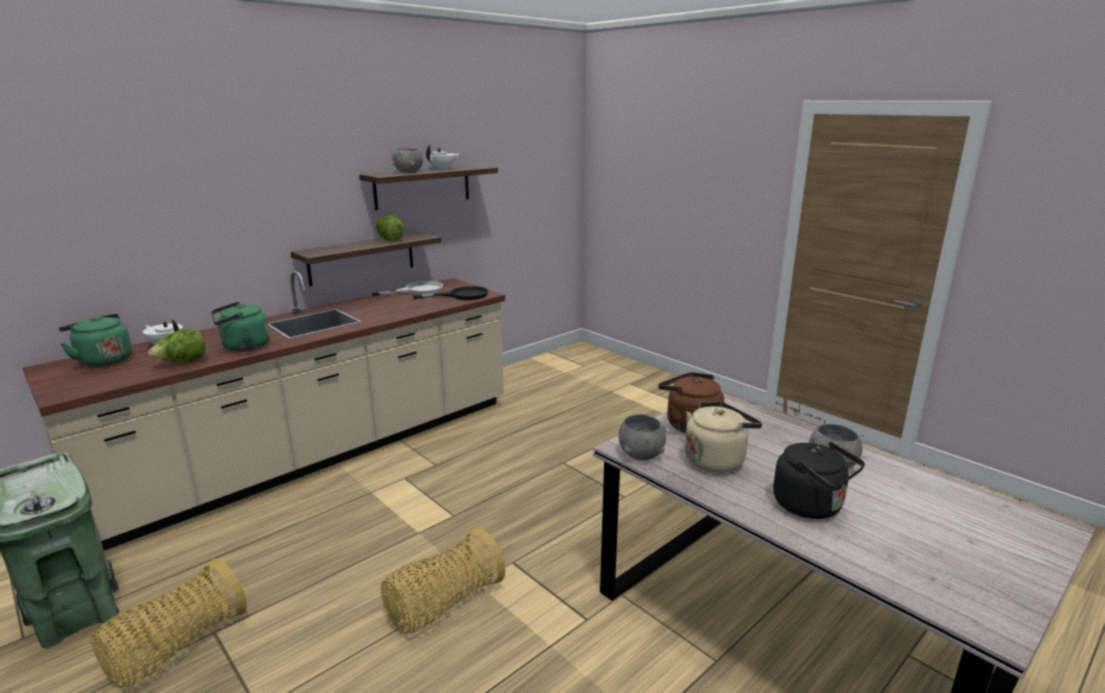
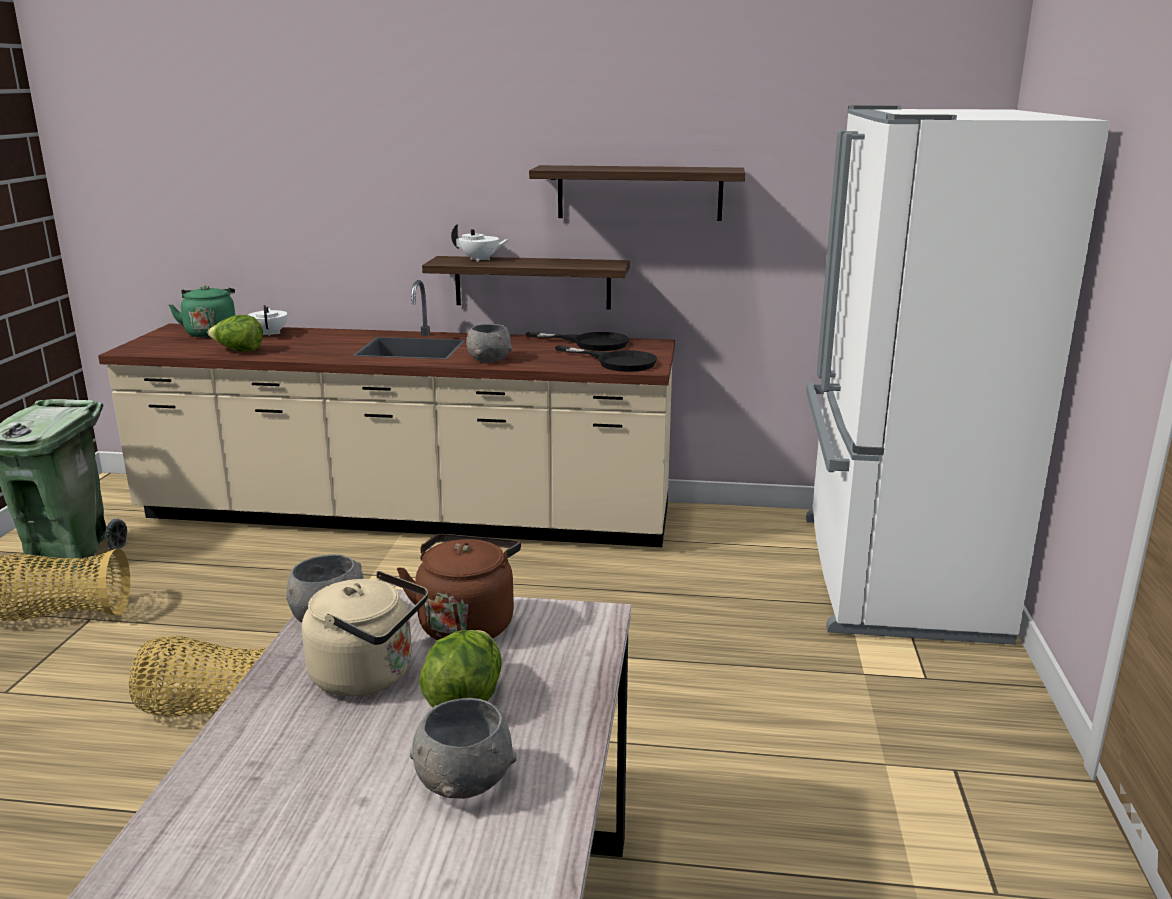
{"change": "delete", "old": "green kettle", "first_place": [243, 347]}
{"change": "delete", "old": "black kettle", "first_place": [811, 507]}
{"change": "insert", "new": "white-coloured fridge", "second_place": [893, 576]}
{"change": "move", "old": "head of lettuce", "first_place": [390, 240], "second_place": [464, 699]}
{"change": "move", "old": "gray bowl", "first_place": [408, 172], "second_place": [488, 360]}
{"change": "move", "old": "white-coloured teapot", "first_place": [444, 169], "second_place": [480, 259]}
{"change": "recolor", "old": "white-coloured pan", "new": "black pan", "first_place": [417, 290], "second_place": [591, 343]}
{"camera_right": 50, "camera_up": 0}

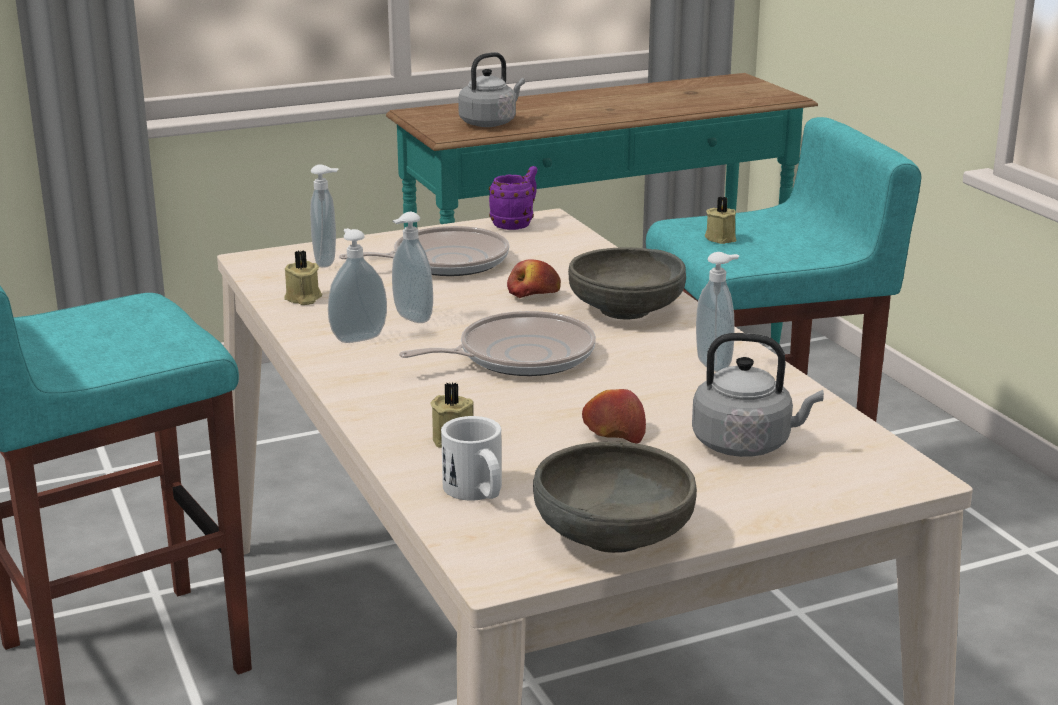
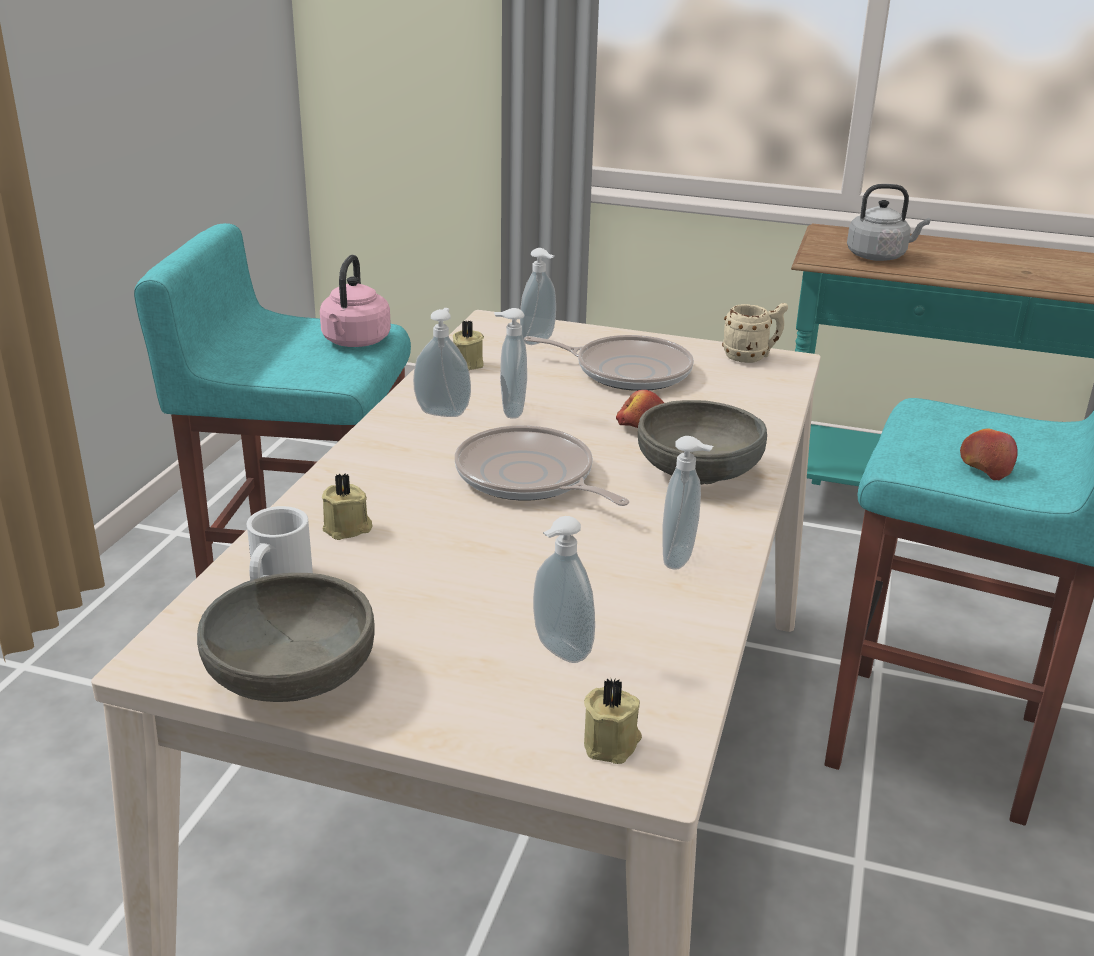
{"change": "insert", "new": "pink kettle", "second_place": [355, 342]}
{"change": "move", "old": "apple", "first_place": [613, 432], "second_place": [985, 466]}
{"change": "move", "old": "beige candle", "first_place": [721, 238], "second_place": [612, 743]}
{"change": "replace", "old": "gray kettle", "new": "liquid soap bottle", "first_place": [746, 444], "second_place": [559, 651]}
{"change": "recolor", "old": "purple-coloured mug", "new": "beige mug", "first_place": [516, 224], "second_place": [752, 357]}
{"change": "rotate", "old": "pan", "first_place": [519, 356], "second_place": [529, 478], "degrees": -150}
{"camera_right": 40, "camera_up": 5}

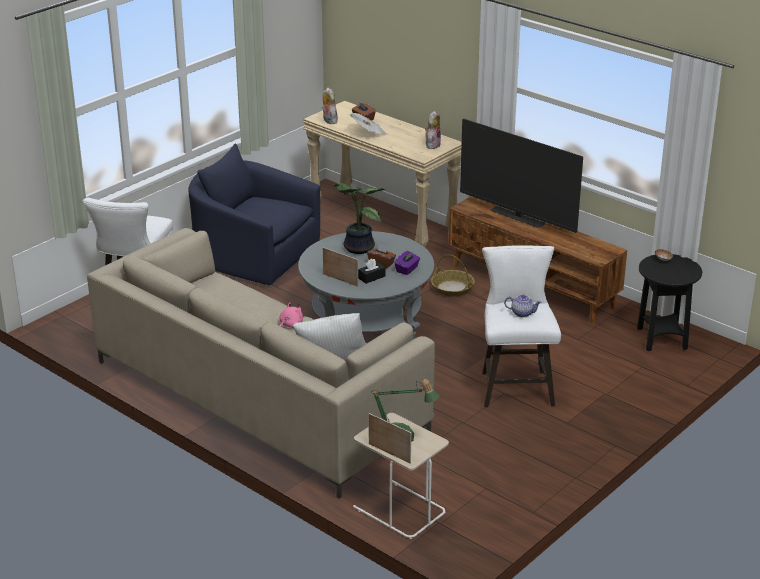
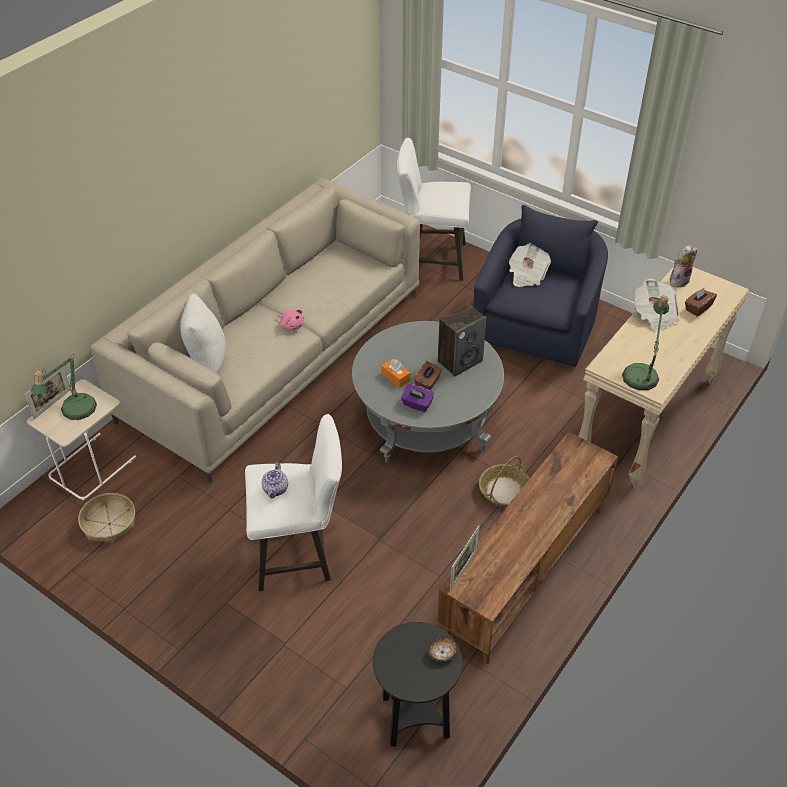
{"change": "delete", "old": "TV", "first_place": [517, 217]}
{"change": "insert", "new": "basket", "second_place": [109, 524]}
{"change": "insert", "new": "newspaper", "second_place": [527, 275]}
{"change": "move", "old": "picture frame", "first_place": [340, 280], "second_place": [463, 570]}
{"change": "replace", "old": "plant in a pot", "new": "speaker", "first_place": [356, 248], "second_place": [460, 361]}
{"change": "replace", "old": "soft toy", "new": "tabletop lamp", "first_place": [432, 145], "second_place": [642, 373]}
{"change": "recolor", "old": "black tissue box", "new": "orange-coloured tissue box", "first_place": [371, 277], "second_place": [395, 377]}
{"camera_right": 85, "camera_up": 15}

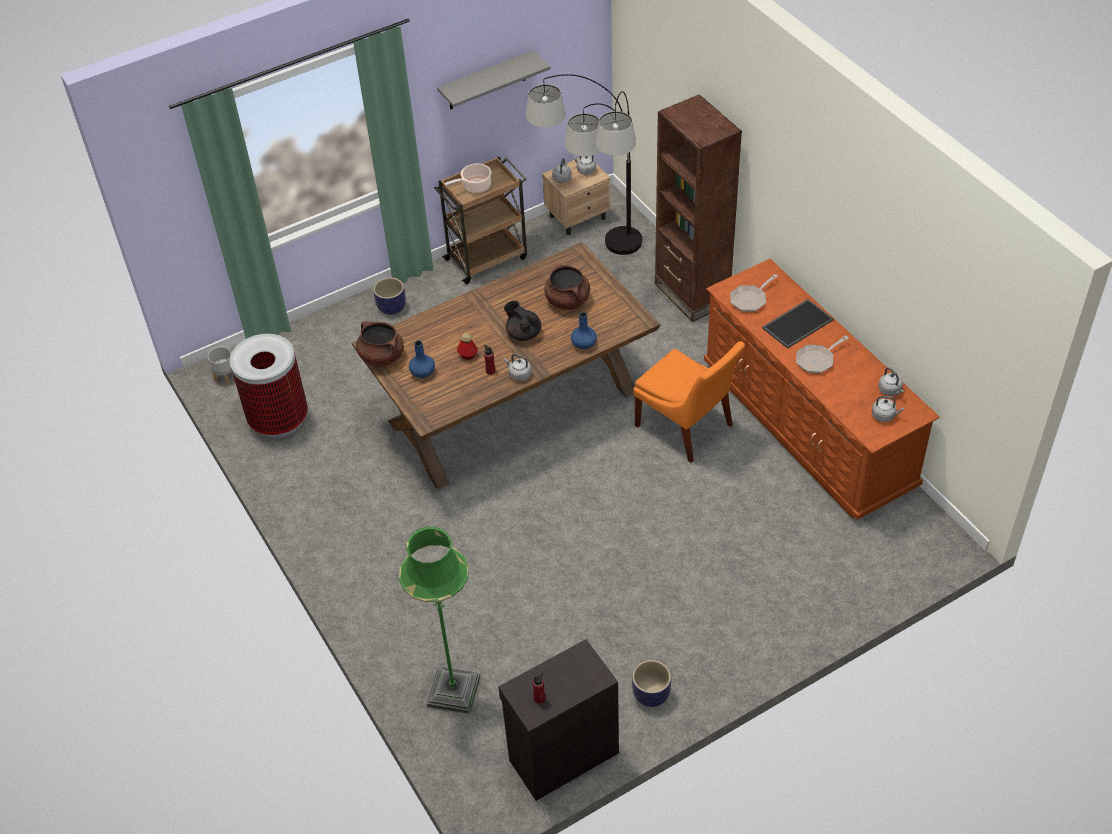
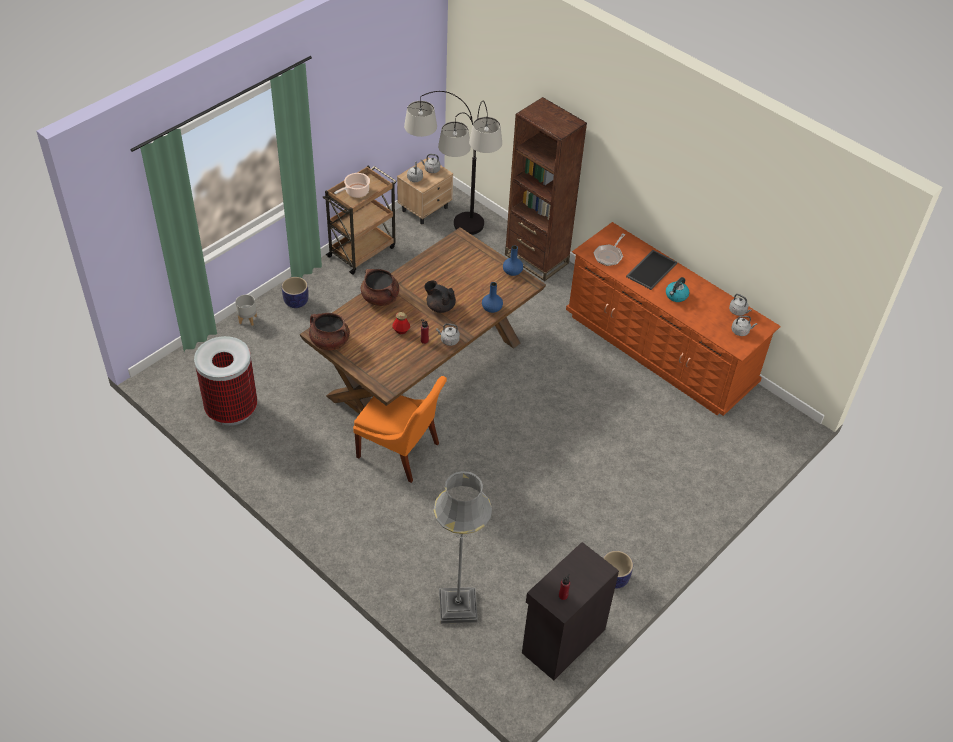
{"change": "delete", "old": "gray bracket shelf", "first_place": [486, 81]}
{"change": "move", "old": "gray plant pot", "first_place": [225, 377], "second_place": [247, 320]}
{"change": "move", "old": "bluish flower vase", "first_place": [422, 373], "second_place": [512, 272]}
{"change": "move", "old": "brown stockpot", "first_place": [568, 301], "second_place": [380, 298]}
{"change": "move", "old": "orange-coloured upright chair", "first_place": [686, 428], "second_place": [401, 452]}
{"change": "replace", "old": "pan", "new": "kettle", "first_place": [817, 360], "second_place": [676, 296]}
{"change": "recolor", "old": "green floor lamp", "new": "gray floor lamp", "first_place": [453, 691], "second_place": [457, 606]}
{"camera_right": -20, "camera_up": 0}

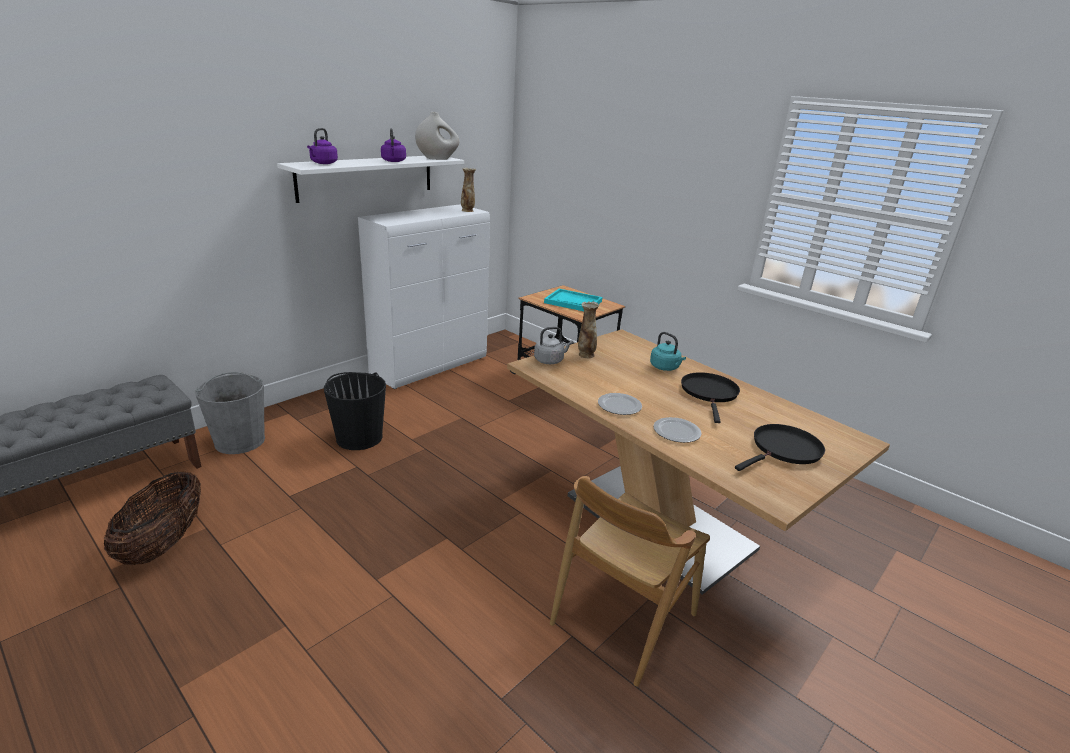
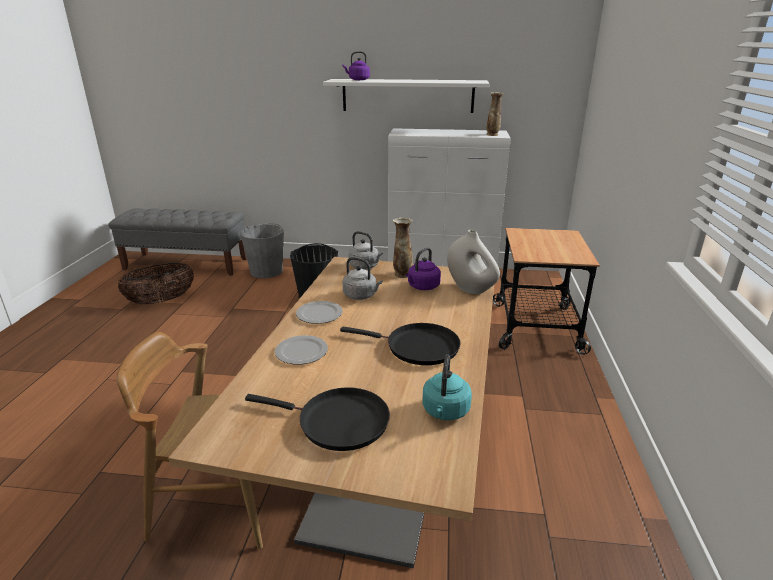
{"change": "delete", "old": "blue-green tray", "first_place": [573, 302]}
{"change": "insert", "new": "gray kettle", "second_place": [361, 296]}
{"change": "move", "old": "purple-coloured kettle", "first_place": [393, 161], "second_place": [422, 287]}
{"change": "move", "old": "white-coloured flower vase", "first_place": [437, 159], "second_place": [471, 289]}
{"change": "move", "old": "blue-green kettle", "first_place": [665, 368], "second_place": [445, 412]}
{"change": "rotate", "old": "black pan", "first_place": [709, 393], "second_place": [417, 347], "degrees": 45}
{"camera_right": 55, "camera_up": 0}

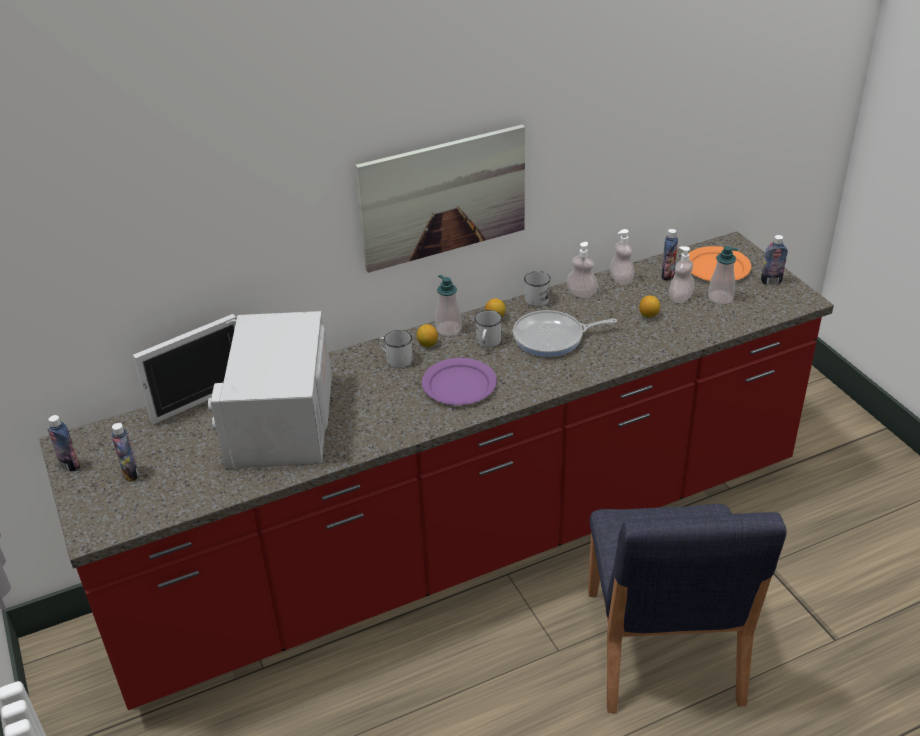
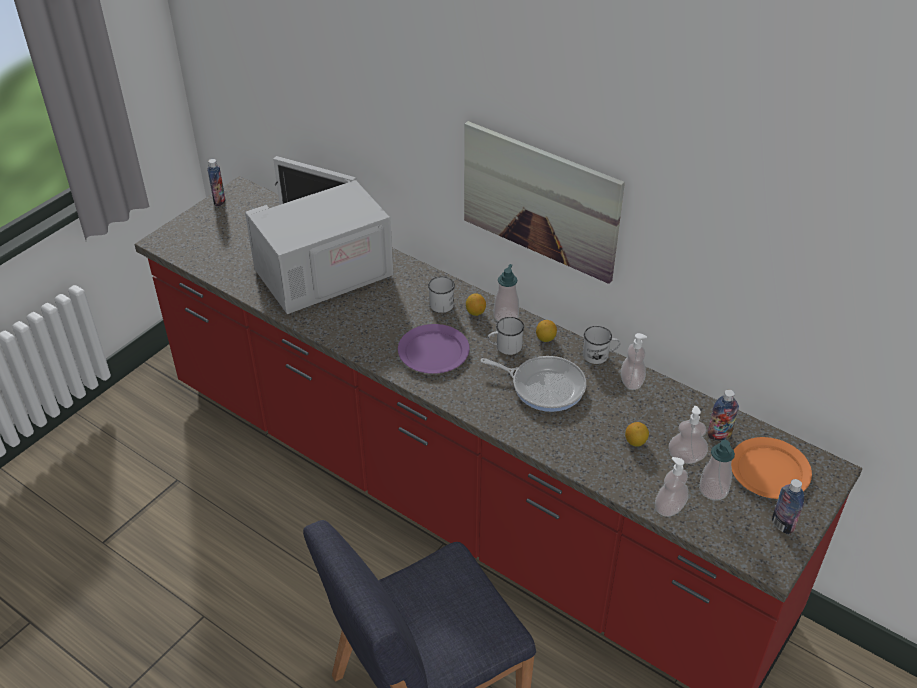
{"change": "delete", "old": "drink bottle", "first_place": [131, 473]}
{"change": "move", "old": "liquid soap bottle", "first_place": [621, 280], "second_place": [669, 507]}
{"change": "rotate", "old": "pan", "first_place": [552, 338], "second_place": [544, 386], "degrees": 150}
{"camera_right": 60, "camera_up": 5}

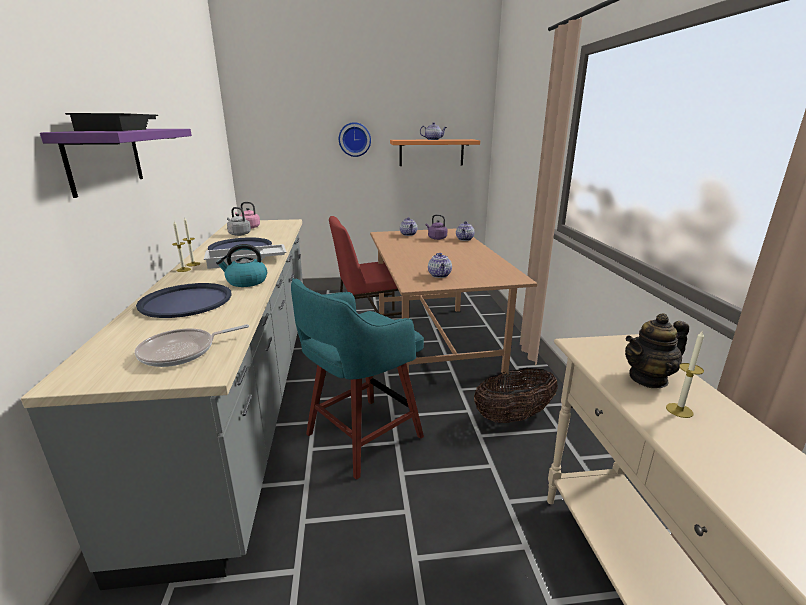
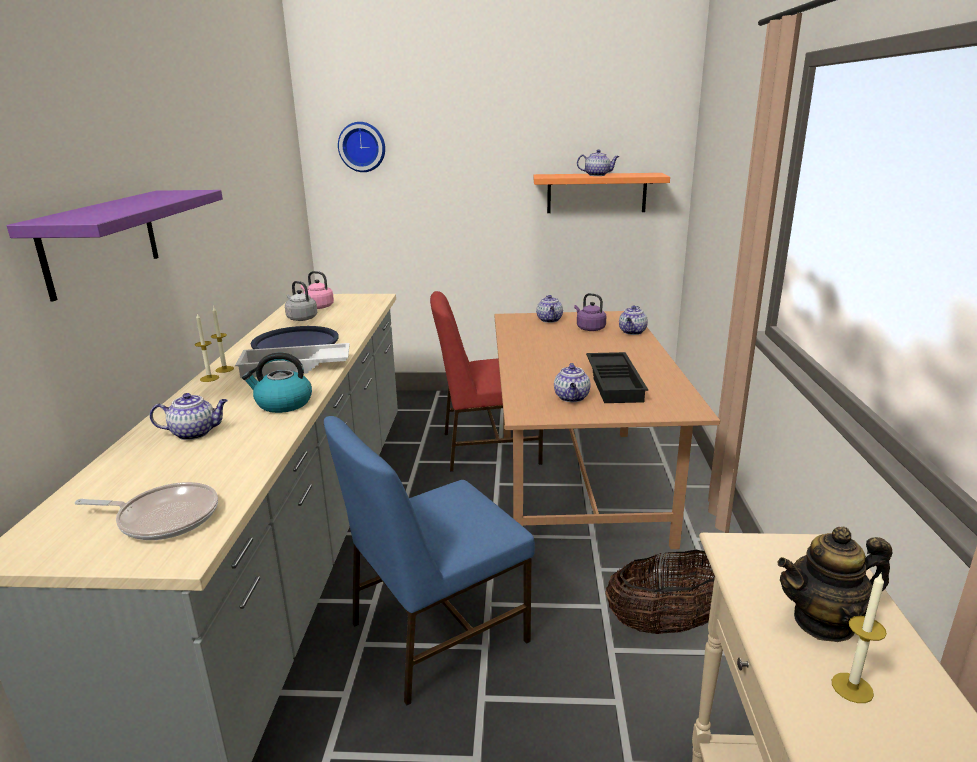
{"change": "move", "old": "black tray", "first_place": [122, 129], "second_place": [616, 383]}
{"change": "move", "old": "wall clock", "first_place": [354, 139], "second_place": [362, 147]}
{"change": "replace", "old": "bluish tray", "new": "teapot", "first_place": [186, 301], "second_place": [195, 433]}
{"change": "replace", "old": "blue-green sitting stool", "new": "bluish upright chair", "first_place": [361, 437], "second_place": [435, 633]}
{"change": "rotate", "old": "pan", "first_place": [182, 351], "second_place": [164, 517], "degrees": -150}
{"camera_right": 10, "camera_up": 0}

